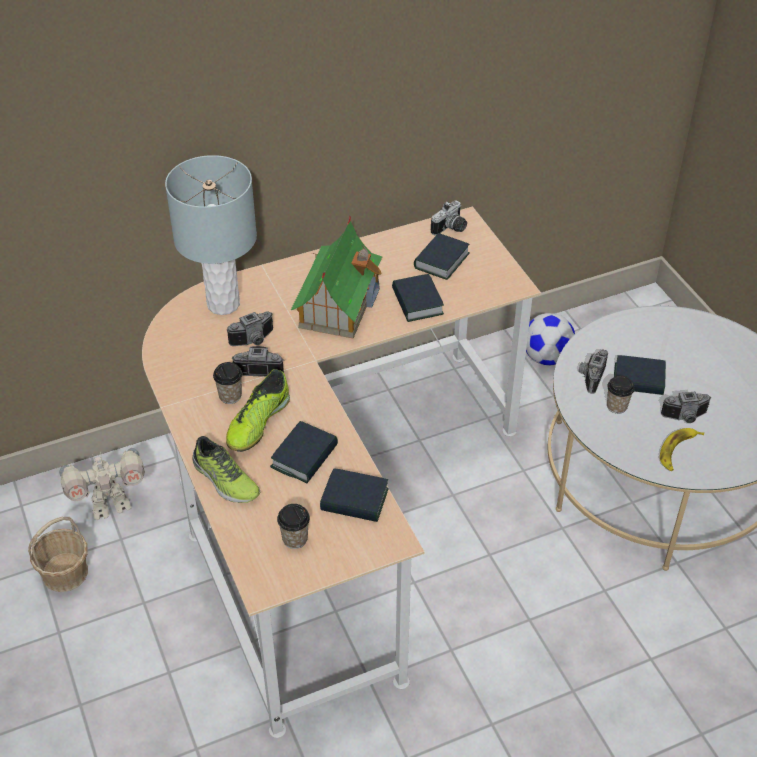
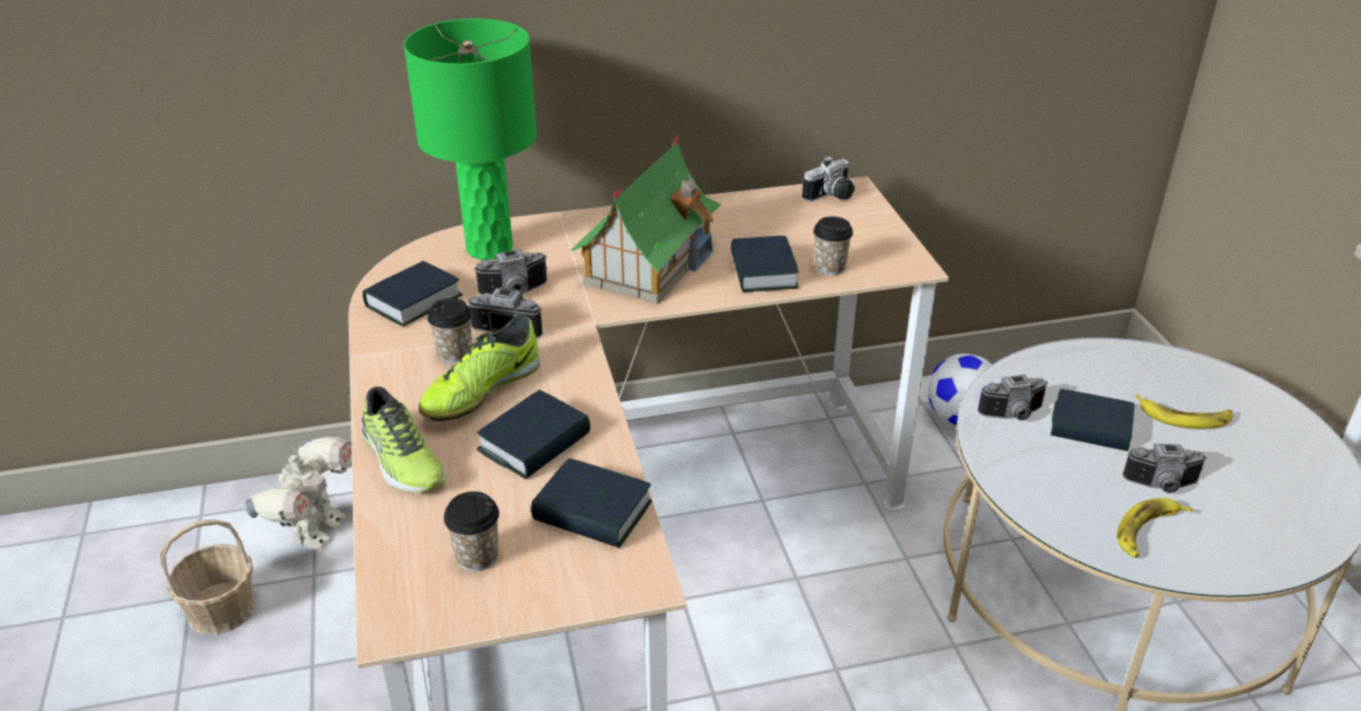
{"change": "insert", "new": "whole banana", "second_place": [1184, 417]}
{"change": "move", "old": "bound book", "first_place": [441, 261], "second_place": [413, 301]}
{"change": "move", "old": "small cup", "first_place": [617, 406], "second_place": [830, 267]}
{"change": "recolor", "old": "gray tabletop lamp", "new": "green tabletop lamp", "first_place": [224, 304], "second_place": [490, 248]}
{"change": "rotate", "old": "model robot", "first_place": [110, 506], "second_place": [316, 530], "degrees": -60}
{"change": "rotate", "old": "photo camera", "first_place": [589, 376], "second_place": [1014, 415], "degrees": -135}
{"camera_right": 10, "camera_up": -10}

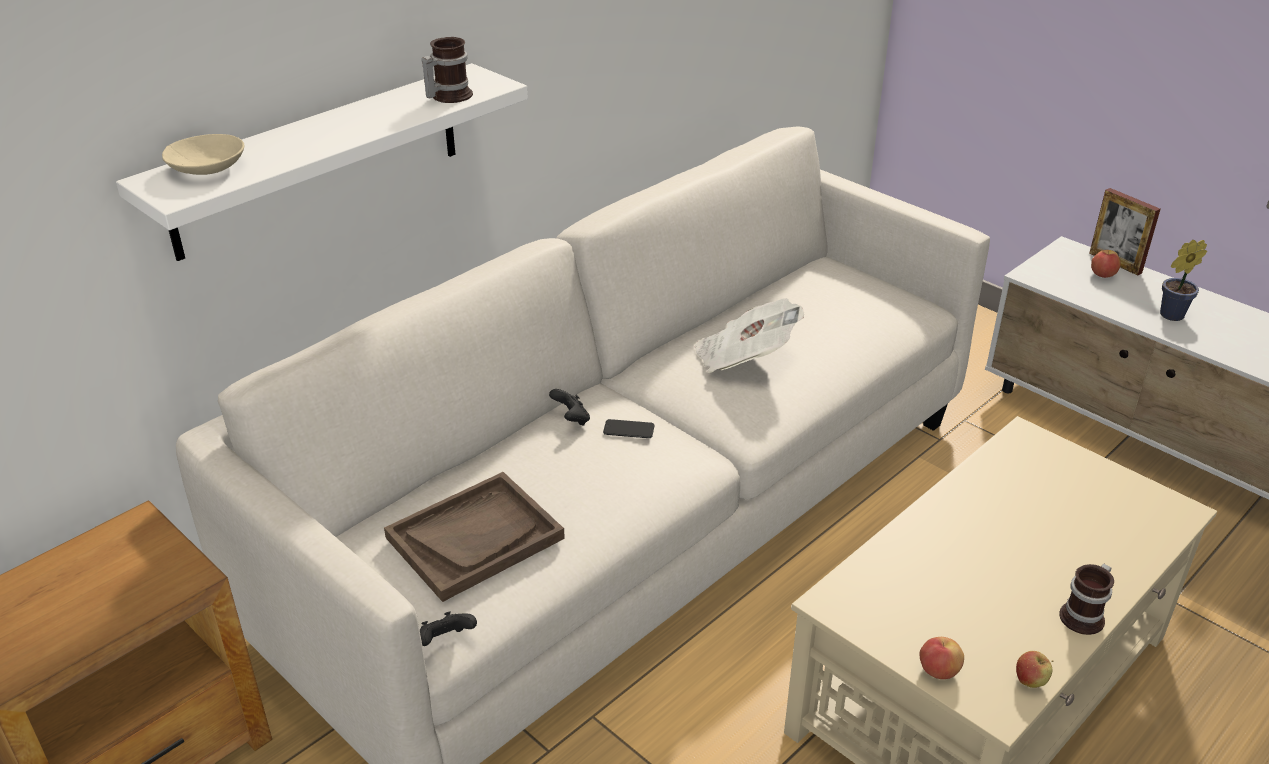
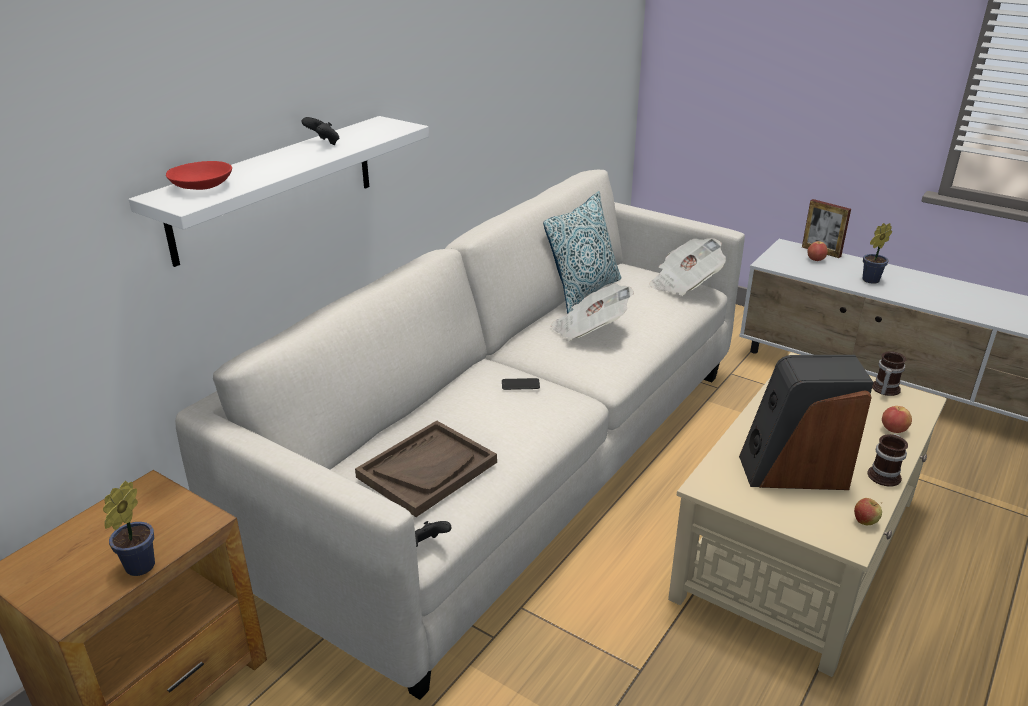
{"change": "insert", "new": "plant in a pot", "second_place": [137, 569]}
{"change": "insert", "new": "pillow", "second_place": [583, 292]}
{"change": "insert", "new": "newspaper", "second_place": [684, 284]}
{"change": "insert", "new": "speaker", "second_place": [793, 471]}
{"change": "move", "old": "mug", "first_place": [447, 96], "second_place": [883, 389]}
{"change": "move", "old": "black gamepad", "first_place": [571, 419], "second_place": [323, 143]}
{"change": "move", "old": "apple", "first_place": [938, 671], "second_place": [893, 430]}
{"change": "recolor", "old": "beige bowl", "new": "red-coloured bowl", "first_place": [206, 168], "second_place": [201, 186]}
{"camera_right": -10, "camera_up": -5}

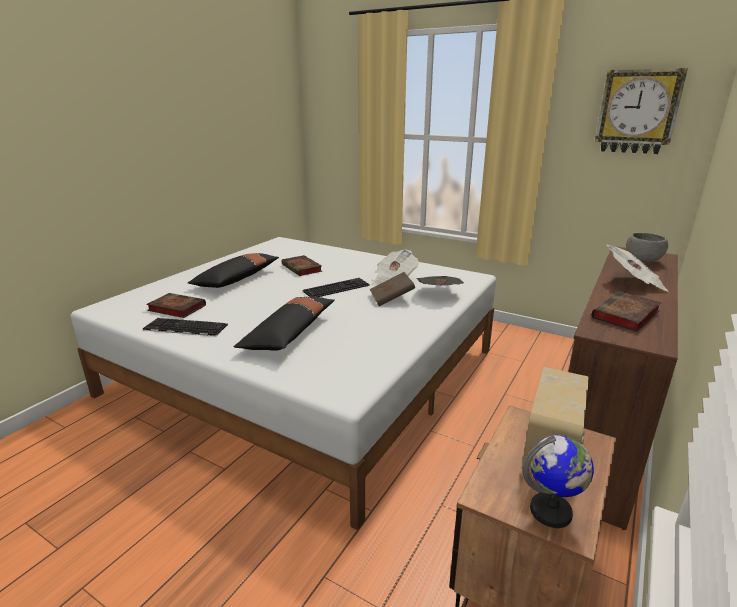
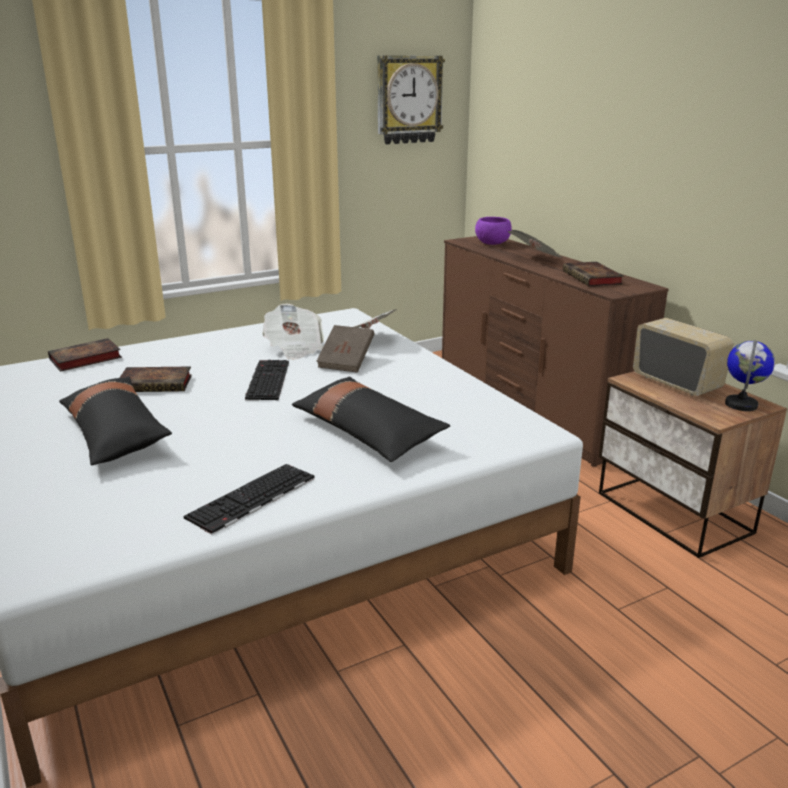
{"change": "move", "old": "bound book", "first_place": [175, 308], "second_place": [84, 359]}
{"change": "recolor", "old": "gray bowl", "new": "purple-coloured bowl", "first_place": [642, 260], "second_place": [492, 244]}
{"camera_right": -60, "camera_up": 0}

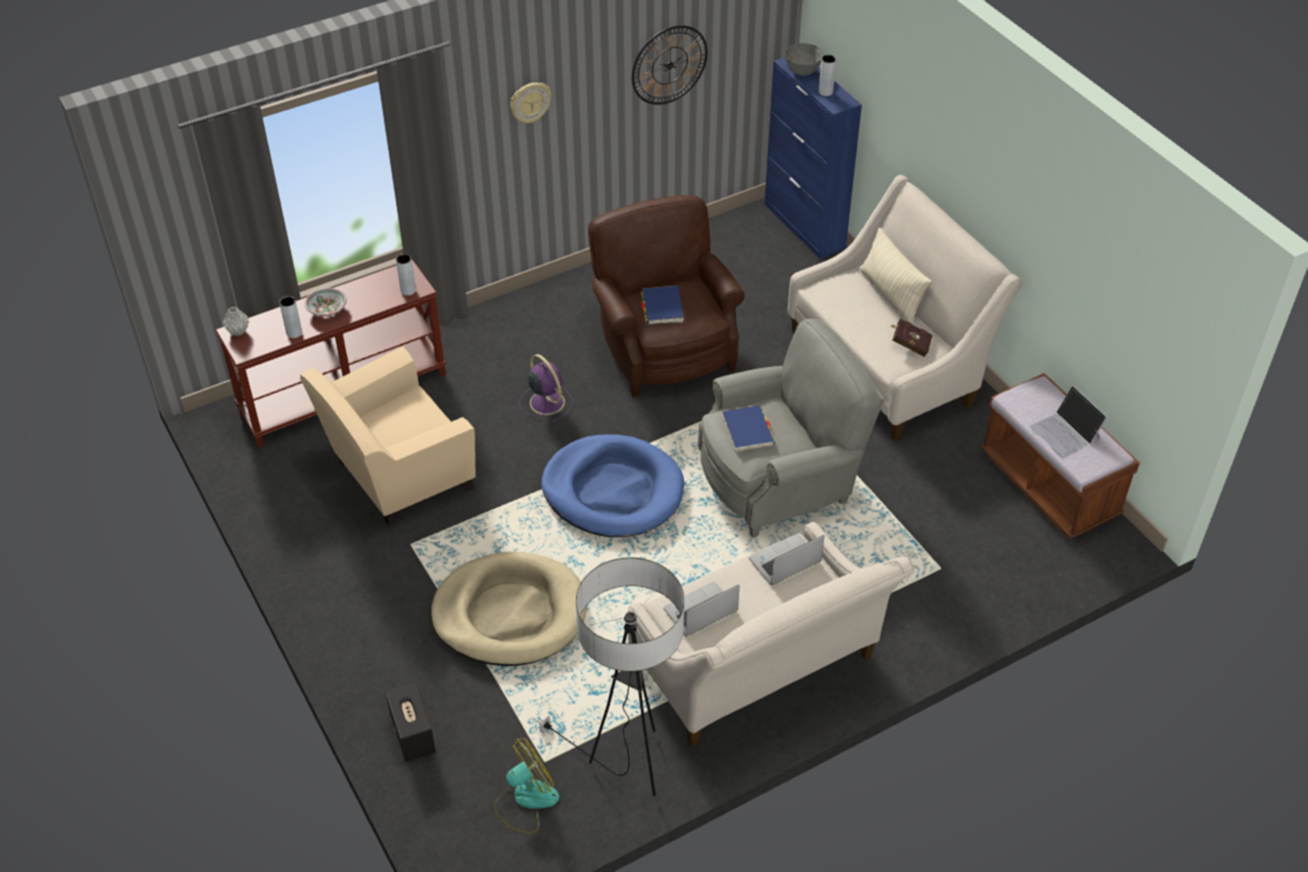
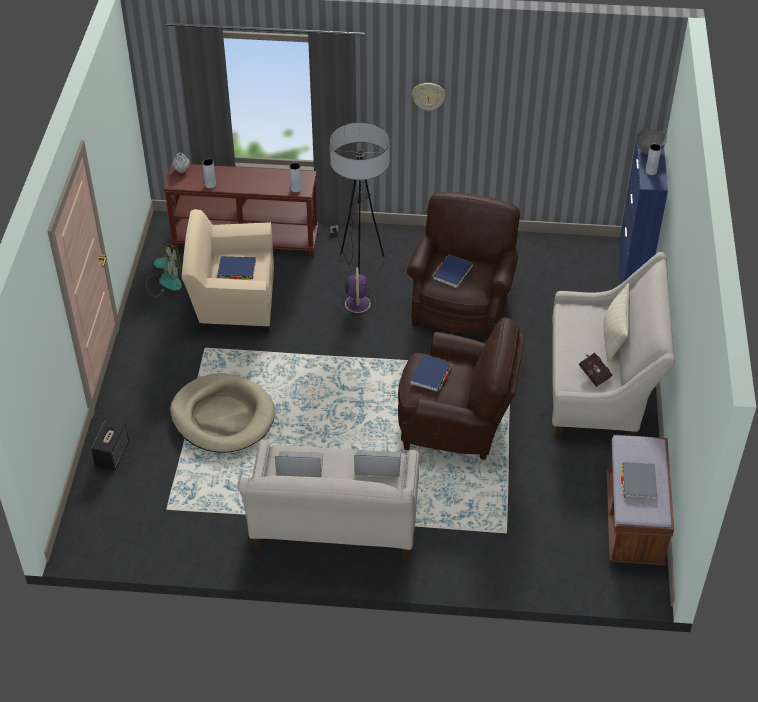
{"change": "delete", "old": "bowl", "first_place": [327, 310]}
{"change": "delete", "old": "bluish pet bed", "first_place": [613, 490]}
{"change": "delete", "old": "wall clock", "first_place": [669, 65]}
{"change": "insert", "new": "bluish bound book", "second_place": [237, 269]}
{"change": "move", "old": "cooling fan", "first_place": [526, 800], "second_place": [164, 282]}
{"change": "move", "old": "floor lamp", "first_place": [628, 764], "second_place": [359, 264]}
{"change": "replace", "old": "notebook computer", "new": "gray bound book", "first_place": [1065, 432], "second_place": [638, 482]}
{"change": "recolor", "old": "gray lounge chair", "new": "brown lounge chair", "first_place": [781, 479], "second_place": [457, 423]}
{"camera_right": 35, "camera_up": 0}

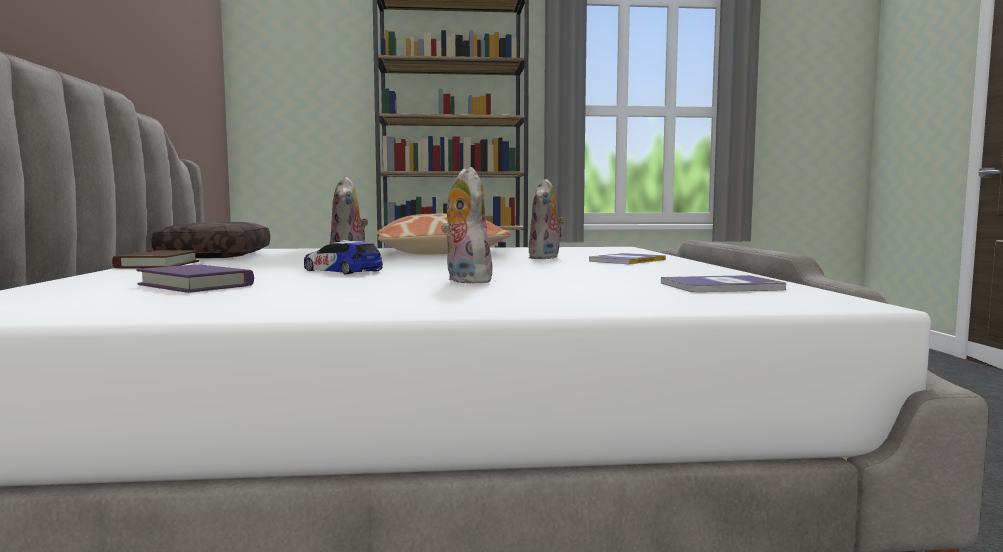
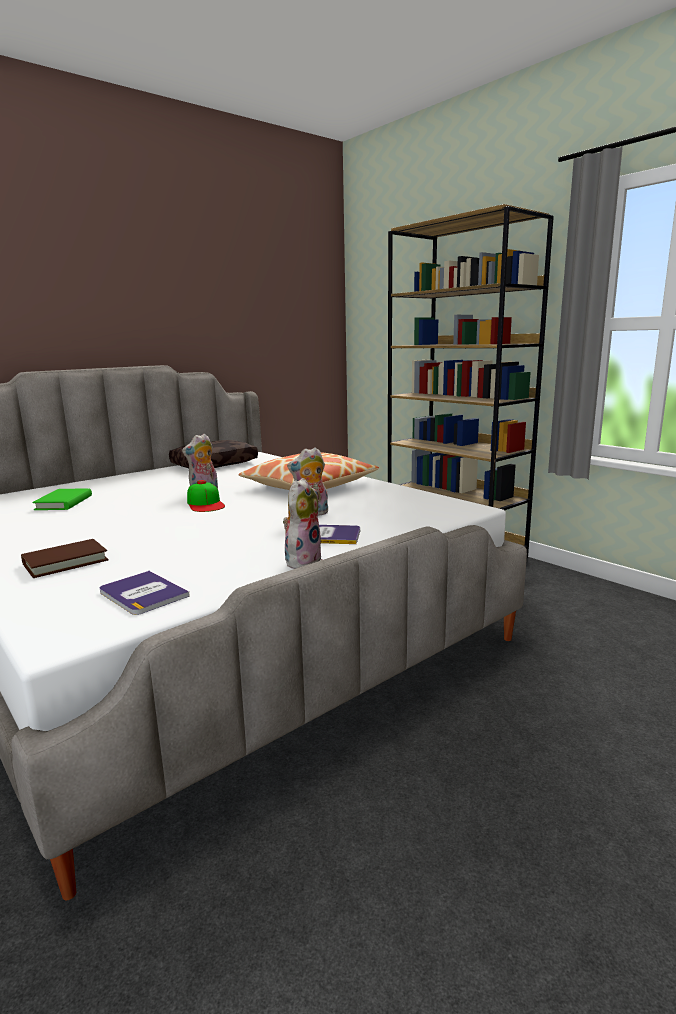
{"change": "delete", "old": "toy car", "first_place": [342, 271]}
{"change": "insert", "new": "cap", "second_place": [205, 504]}
{"change": "move", "old": "brown bound book", "first_place": [158, 265], "second_place": [65, 562]}
{"change": "move", "old": "soft toy", "first_place": [464, 281], "second_place": [302, 560]}
{"change": "recolor", "old": "purple-coloured bound book", "new": "green bound book", "first_place": [195, 285], "second_place": [64, 502]}
{"camera_right": 55, "camera_up": 10}

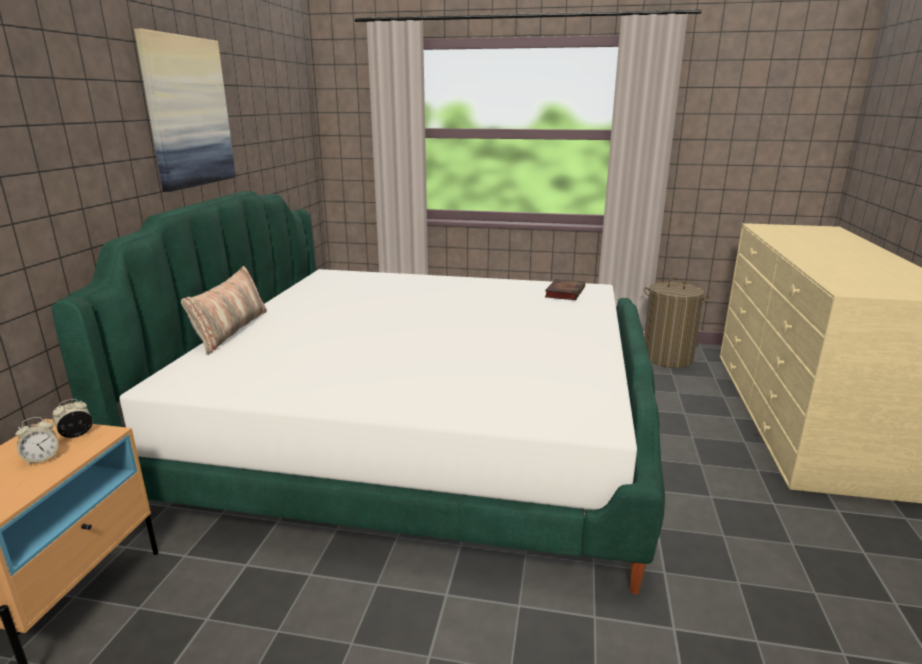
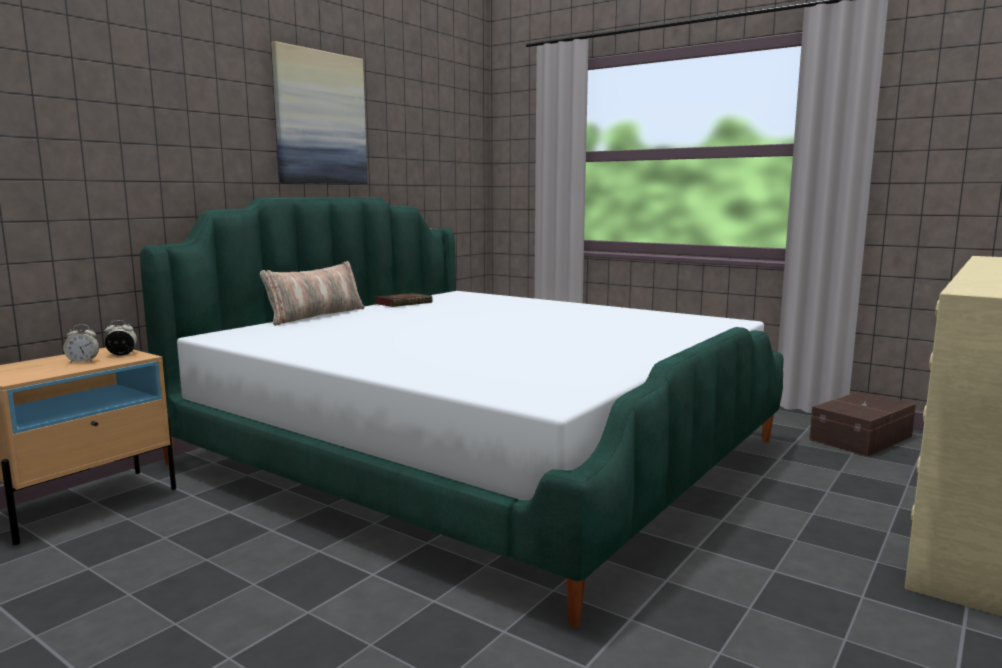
{"change": "move", "old": "bound book", "first_place": [564, 292], "second_place": [404, 303]}
{"change": "replace", "old": "hamper", "new": "brown storage box", "first_place": [667, 358], "second_place": [863, 438]}
{"camera_right": 25, "camera_up": -10}

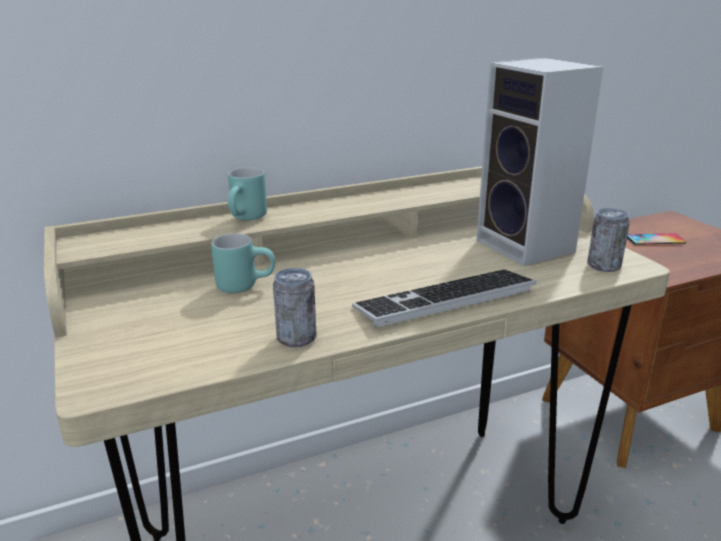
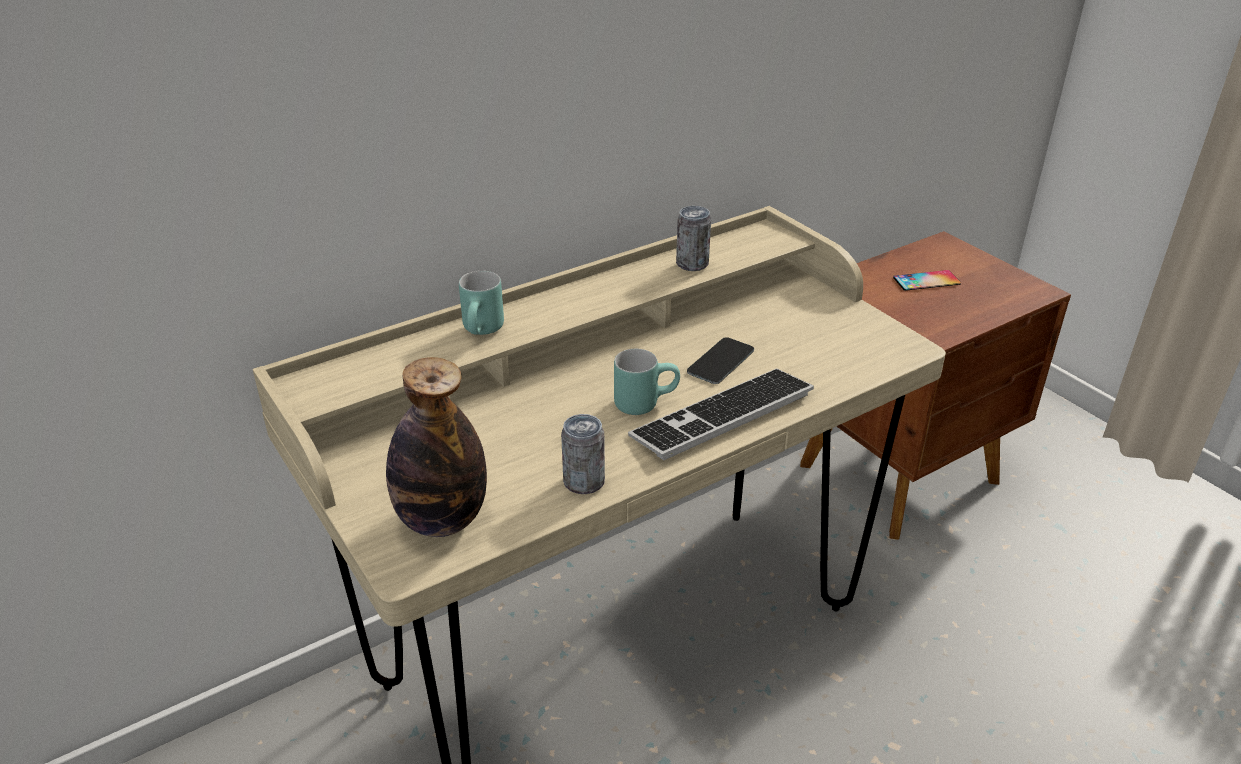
{"change": "delete", "old": "speaker", "first_place": [529, 247]}
{"change": "insert", "new": "drink bottle", "second_place": [442, 520]}
{"change": "insert", "new": "handset", "second_place": [721, 361]}
{"change": "move", "old": "blue-green mug", "first_place": [246, 285], "second_place": [645, 402]}
{"change": "move", "old": "can", "first_place": [603, 266], "second_place": [692, 264]}
{"camera_right": -10, "camera_up": 10}

